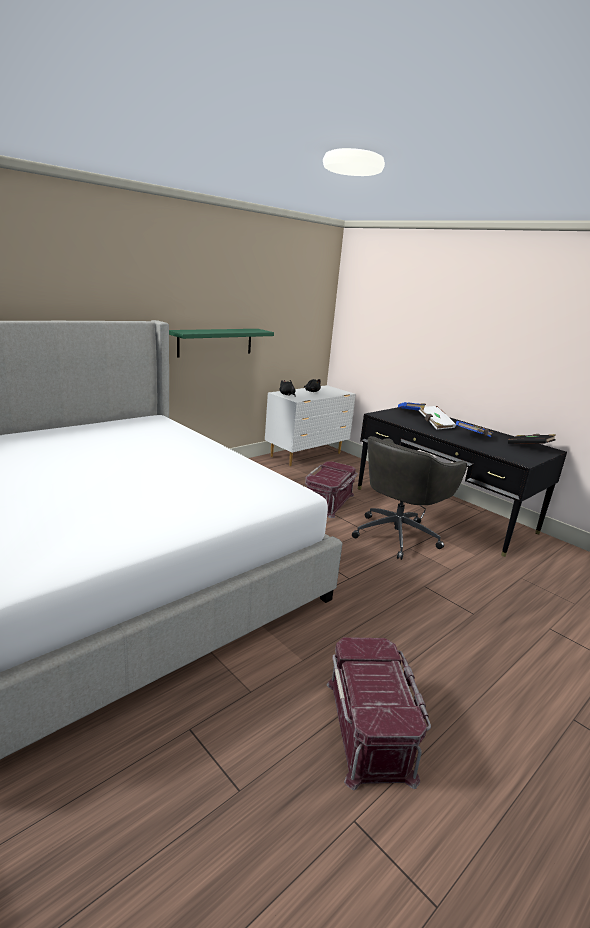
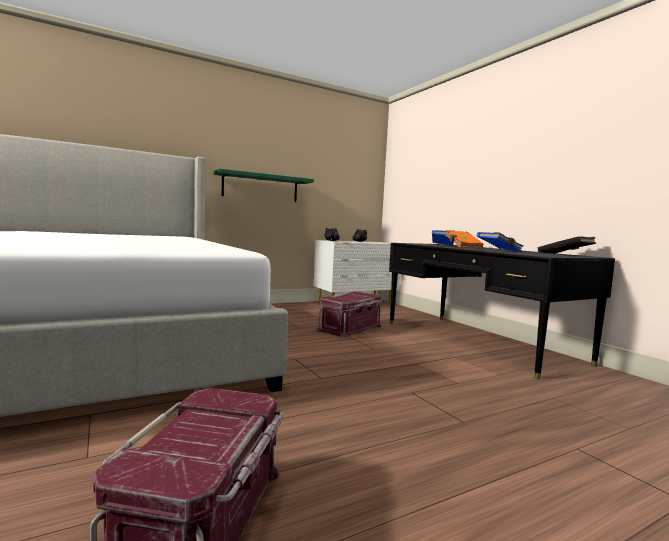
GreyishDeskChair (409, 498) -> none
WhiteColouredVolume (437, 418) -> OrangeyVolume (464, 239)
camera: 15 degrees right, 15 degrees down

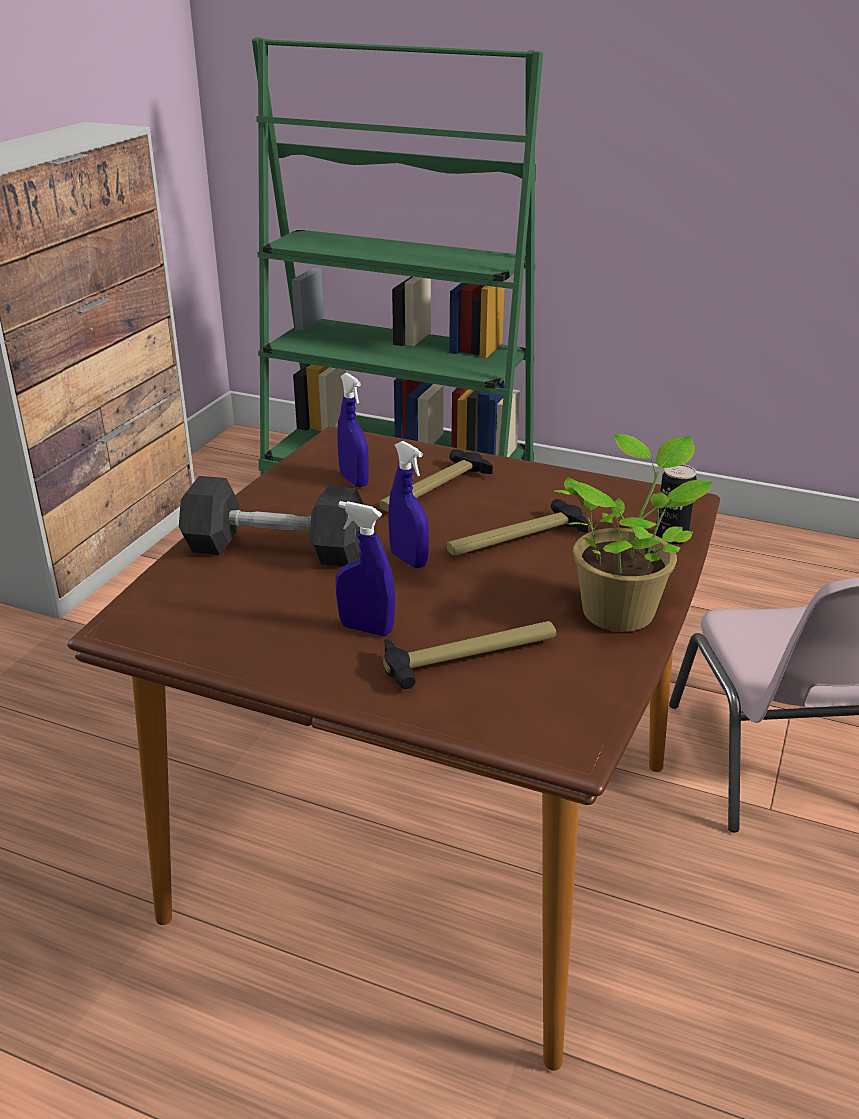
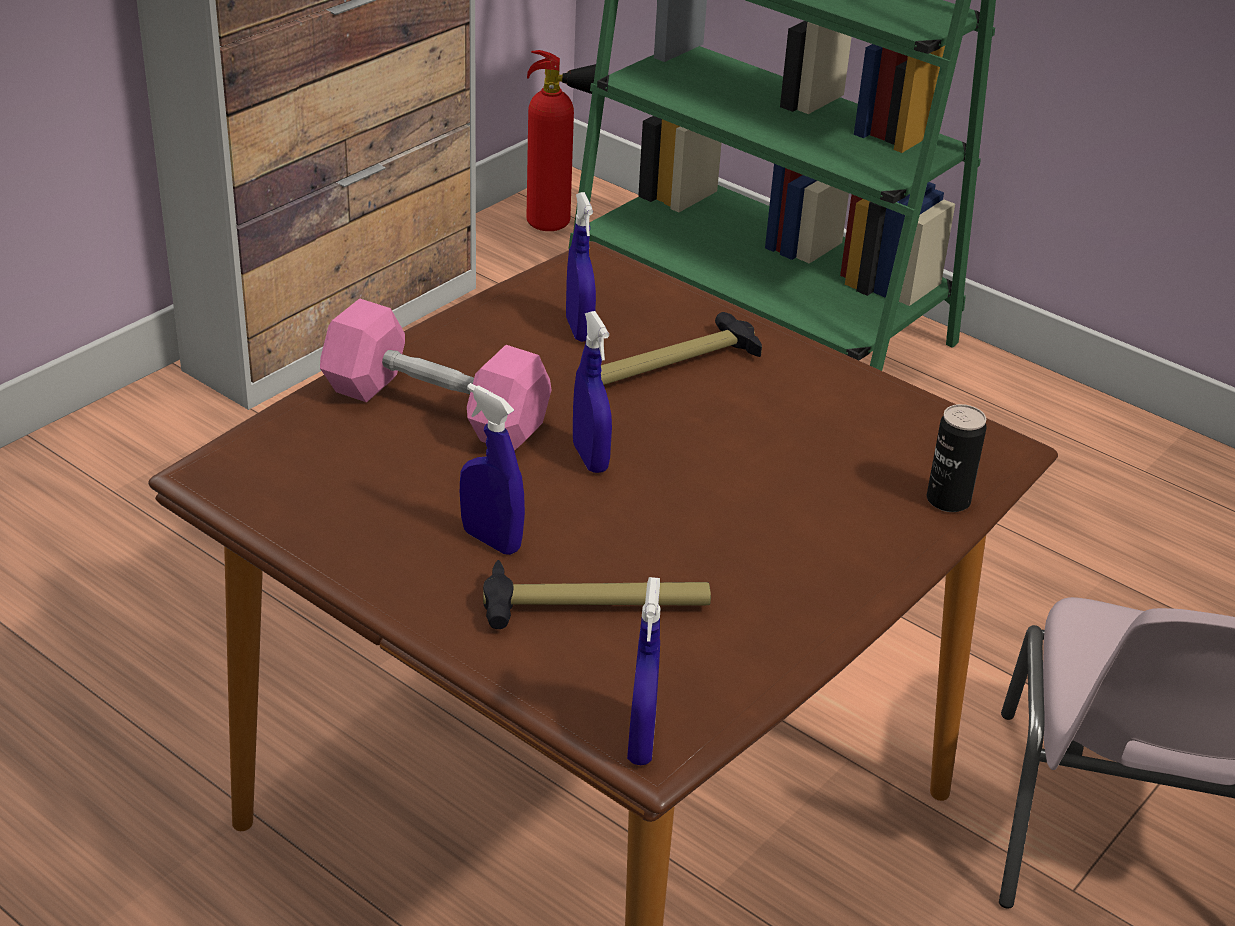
HandHammer (517, 527) -> none
PlantInAPot (633, 533) -> none
none -> FireExtinguisher (561, 140)
none -> BluishSprayBottle (643, 671)
GreyishDumbbell (271, 521) -> PinkishDumbbell (435, 374)
camera: 15 degrees right, 5 degrees up

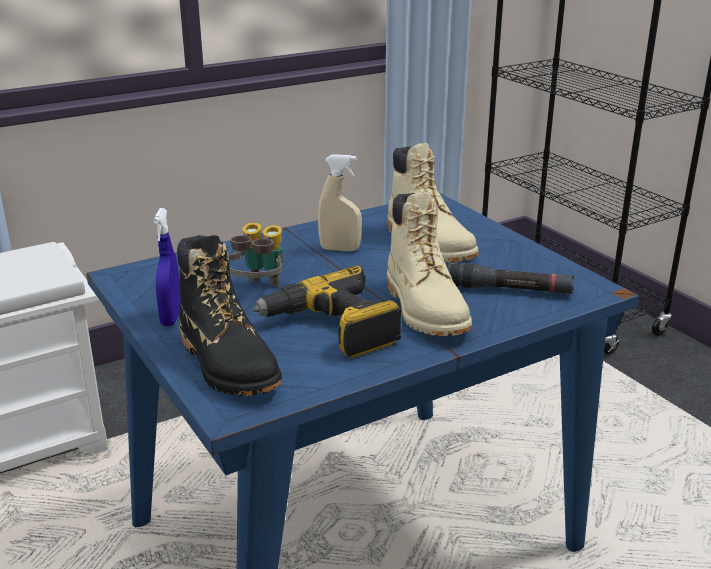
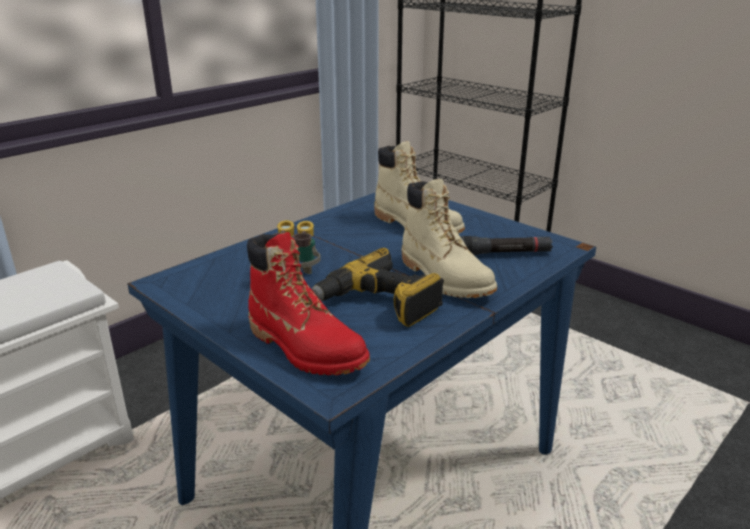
BluishSprayBottle (167, 267) -> none
SandColouredSprayBottle (340, 203) -> none
BlackHighTopBoot (229, 315) -> ReddishHighTopBoot (308, 303)
camera: 15 degrees left, 0 degrees up

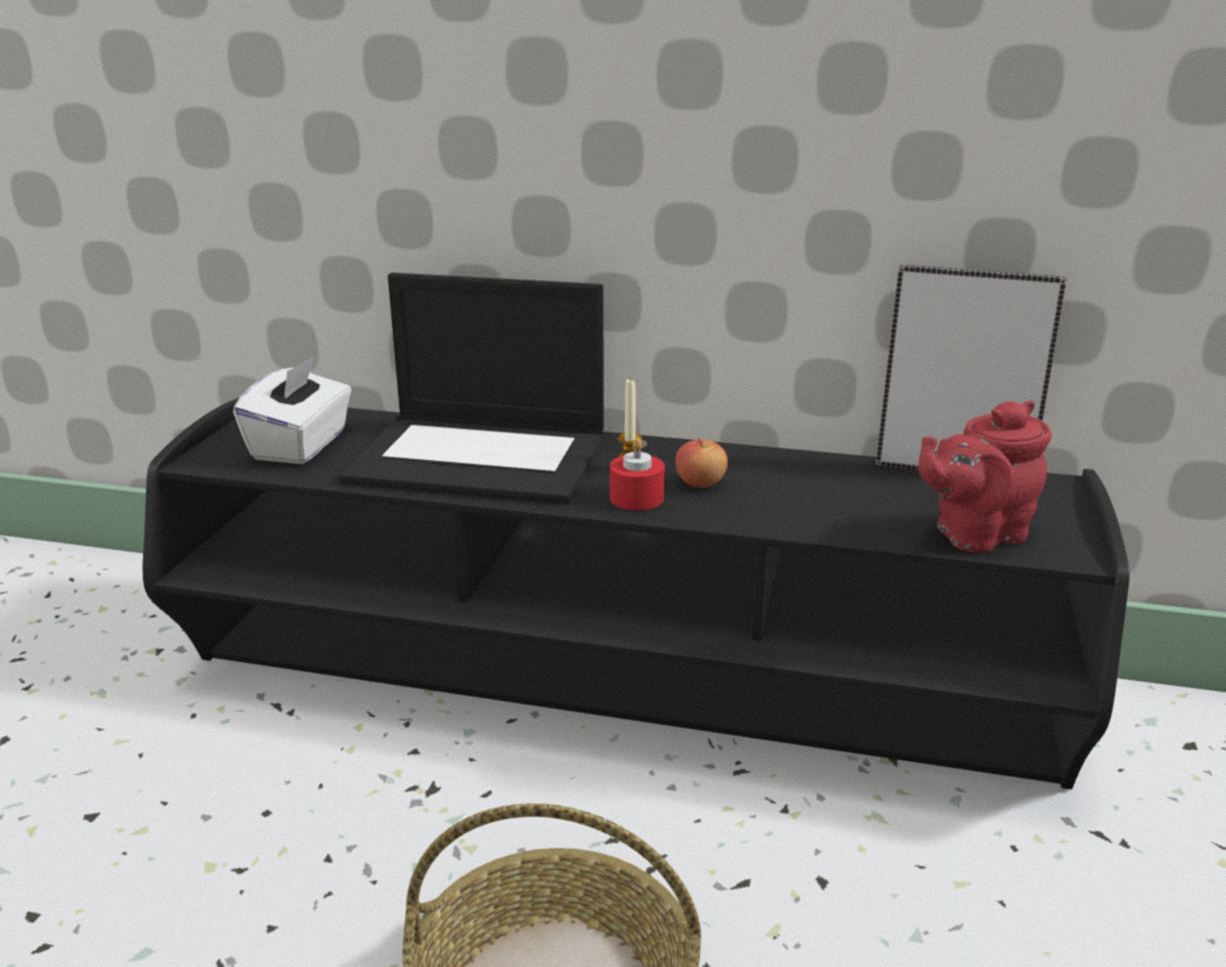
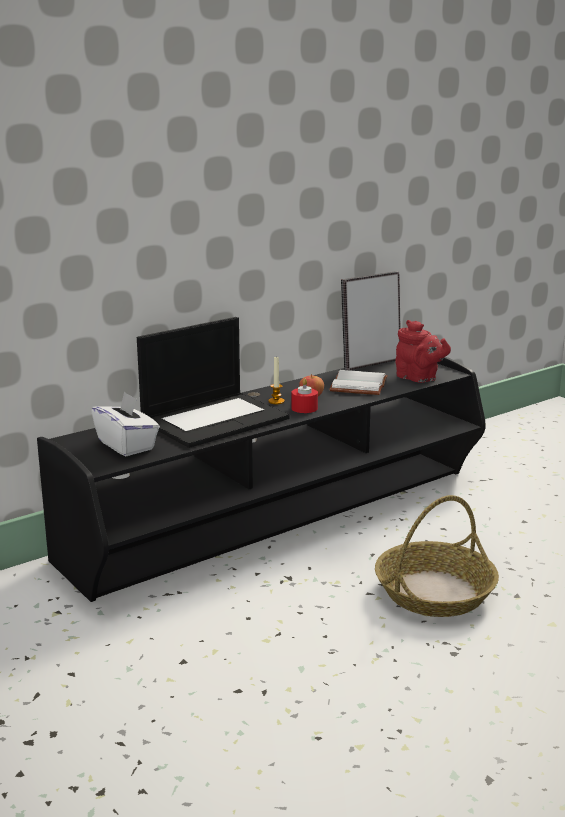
none -> WhiteColouredVolume (358, 382)
ReddishTeapot (985, 476) -> ReddishTeapot (423, 351), 60 degrees counterclockwise
camera: 50 degrees left, 5 degrees down

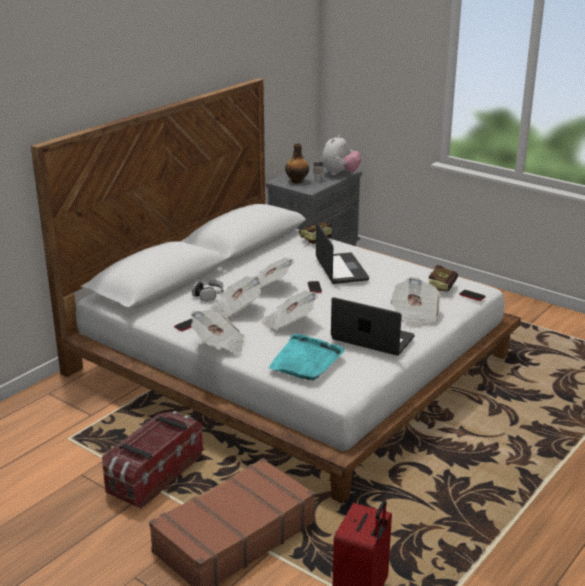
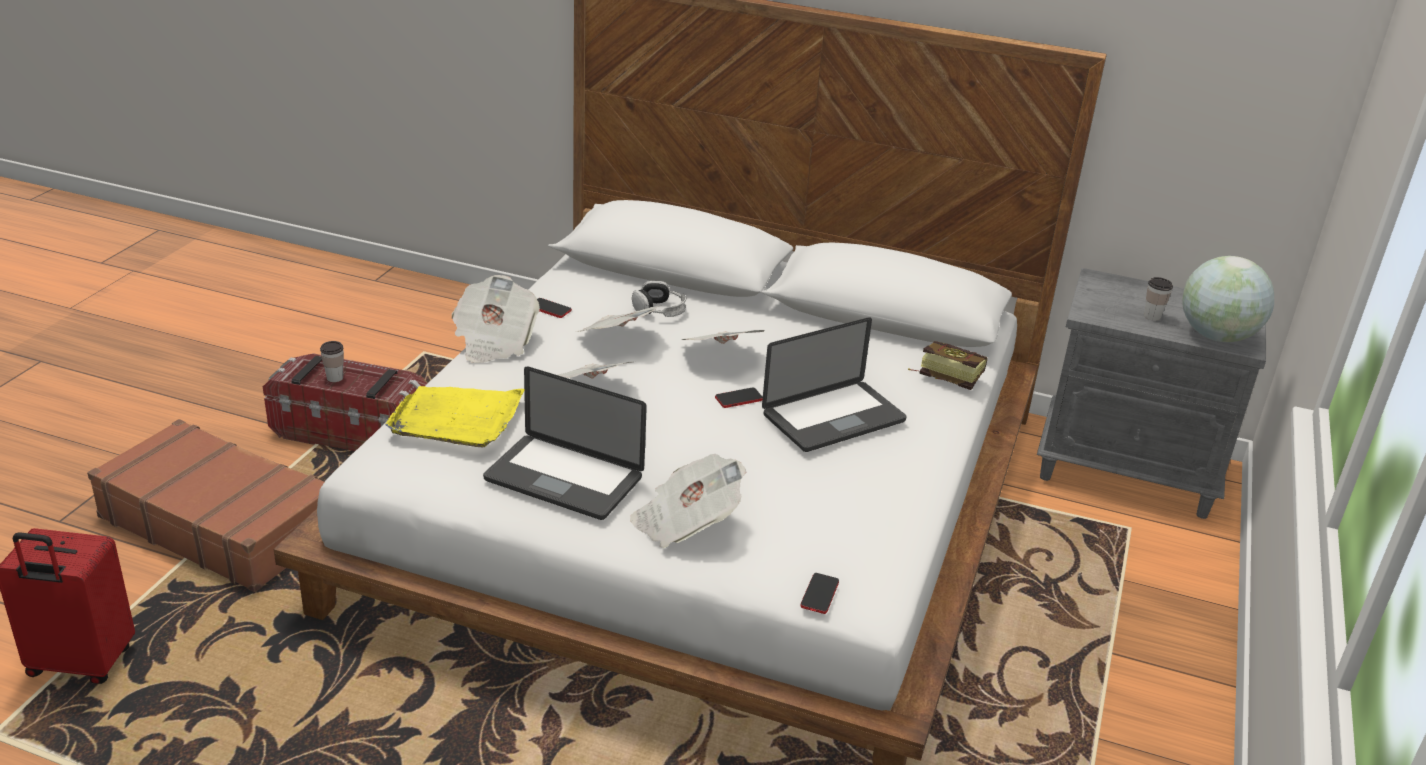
Bottle (297, 163) -> none
Volume (443, 278) -> none
none -> Cup (332, 361)
PlushToy (342, 155) -> WorldGlobe (1228, 299)
TurquoiseColouredServingTray (306, 357) -> YellowServingTray (454, 416)
Laptop (373, 326) -> Laptop (565, 443), 105 degrees clockwise
camera: 70 degrees right, 5 degrees up

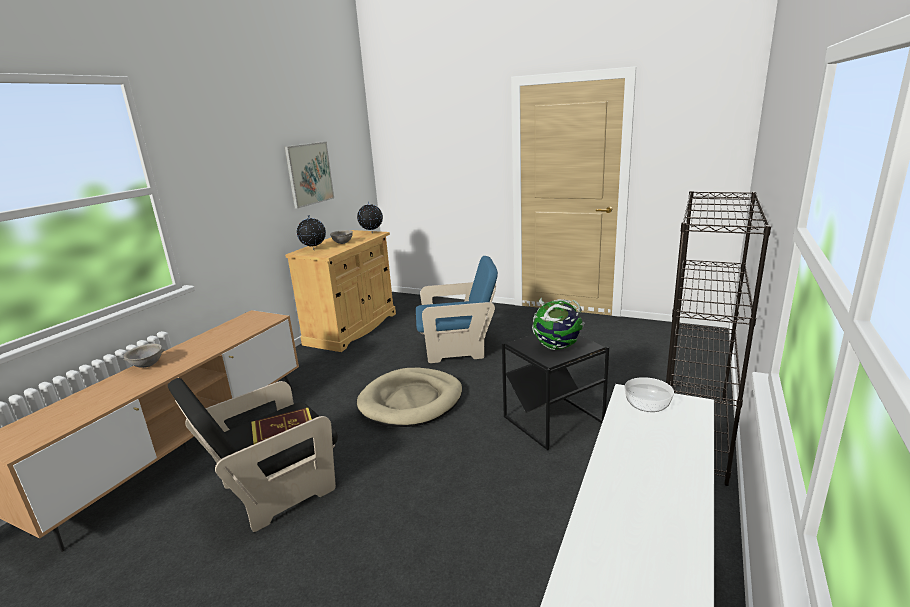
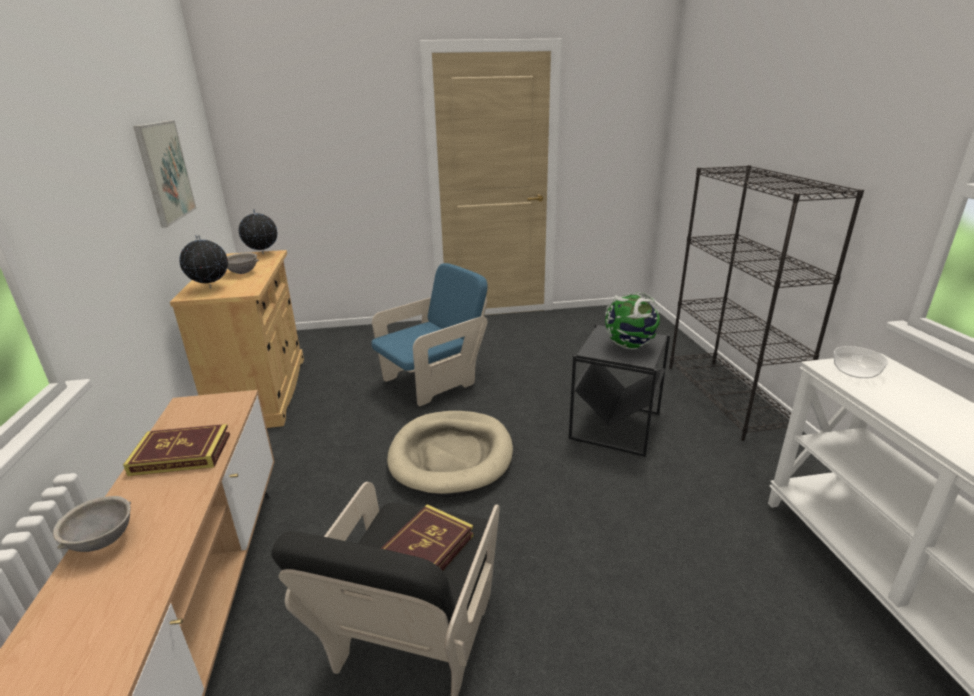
none -> Volume (176, 450)
camera: 35 degrees left, 5 degrees up

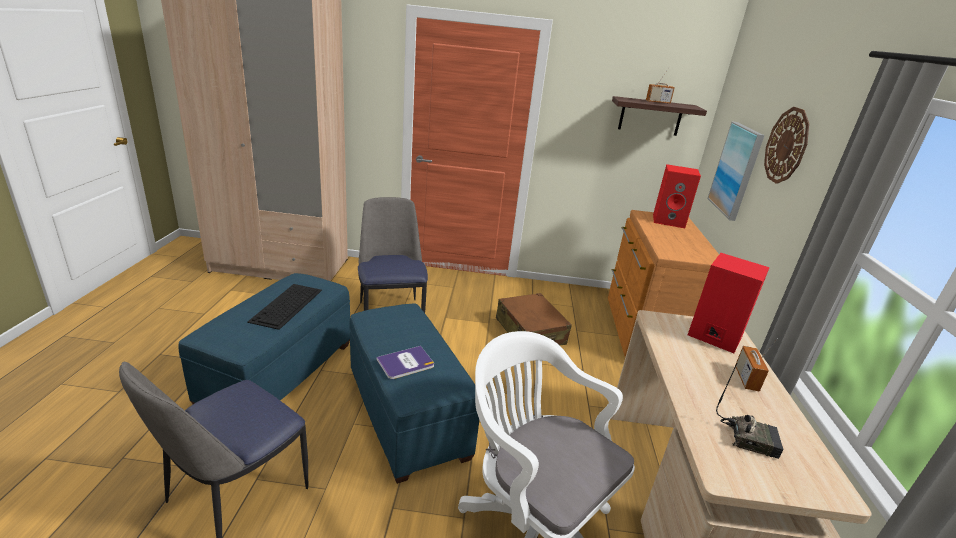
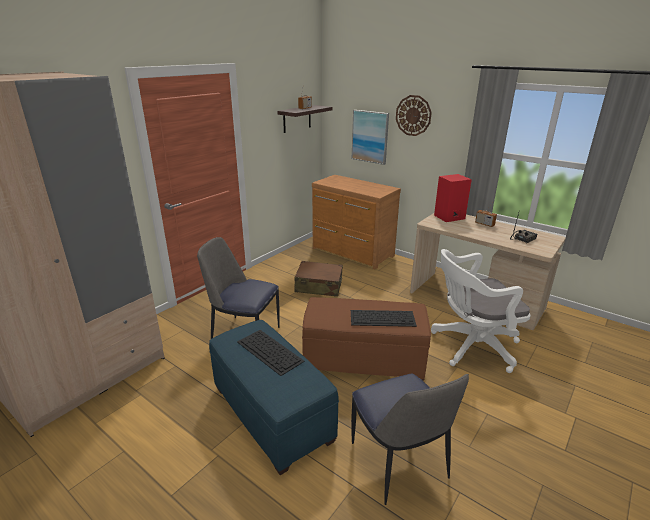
ReddishSpeaker (677, 196) -> none
Volume (405, 362) -> Keyboard (384, 318)
BluishOttoman (414, 393) -> BrownOttoman (366, 339)
camera: 55 degrees left, 0 degrees up

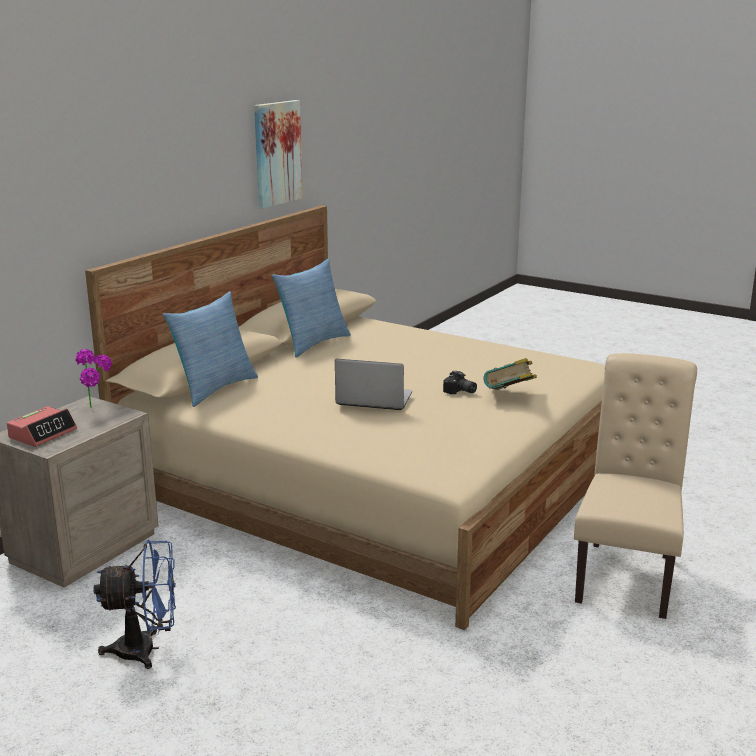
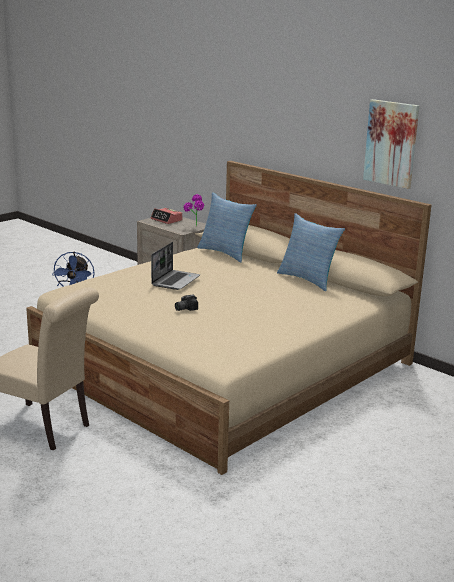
Volume (510, 374) -> none
camera: 100 degrees right, 0 degrees up

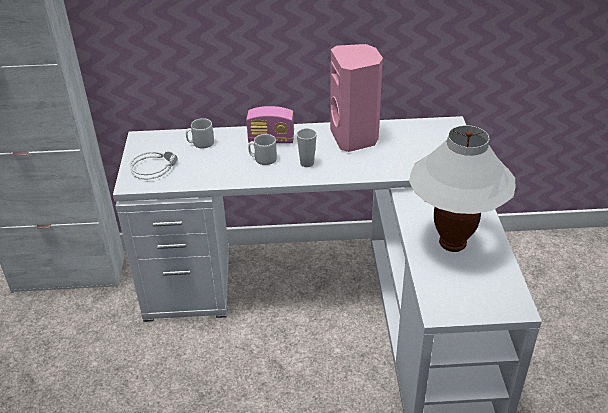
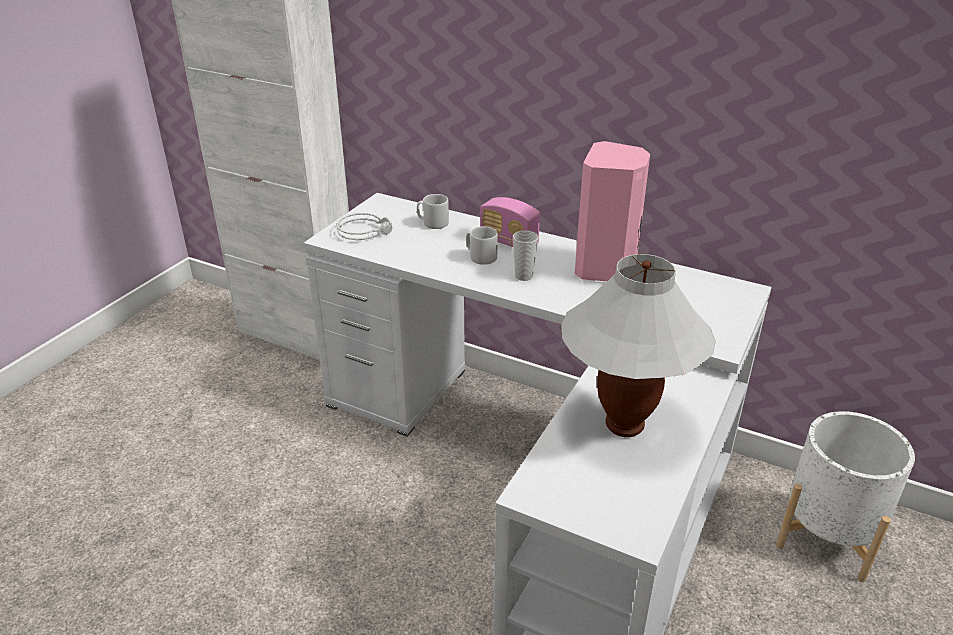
none -> WhiteColouredPlanter (845, 496)
camera: 30 degrees right, 5 degrees down

